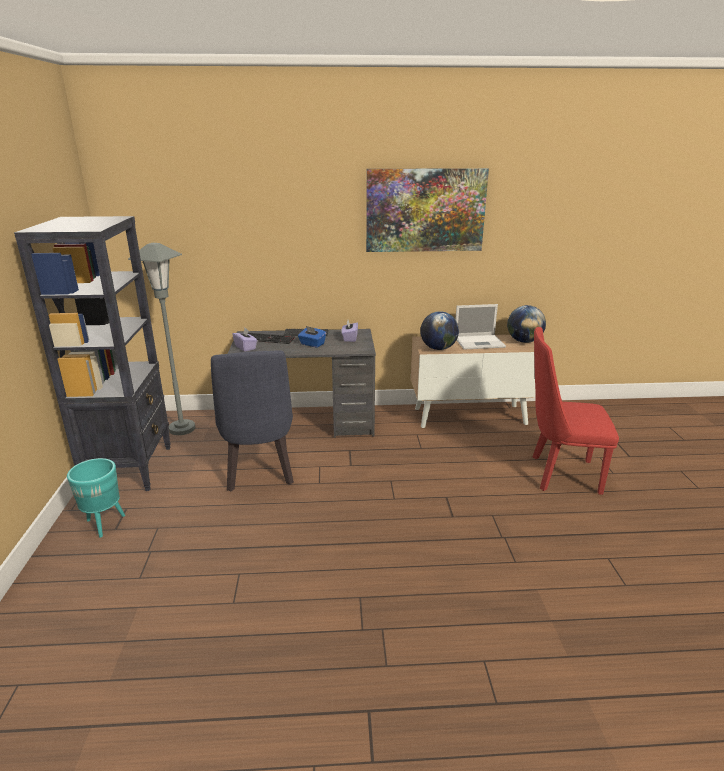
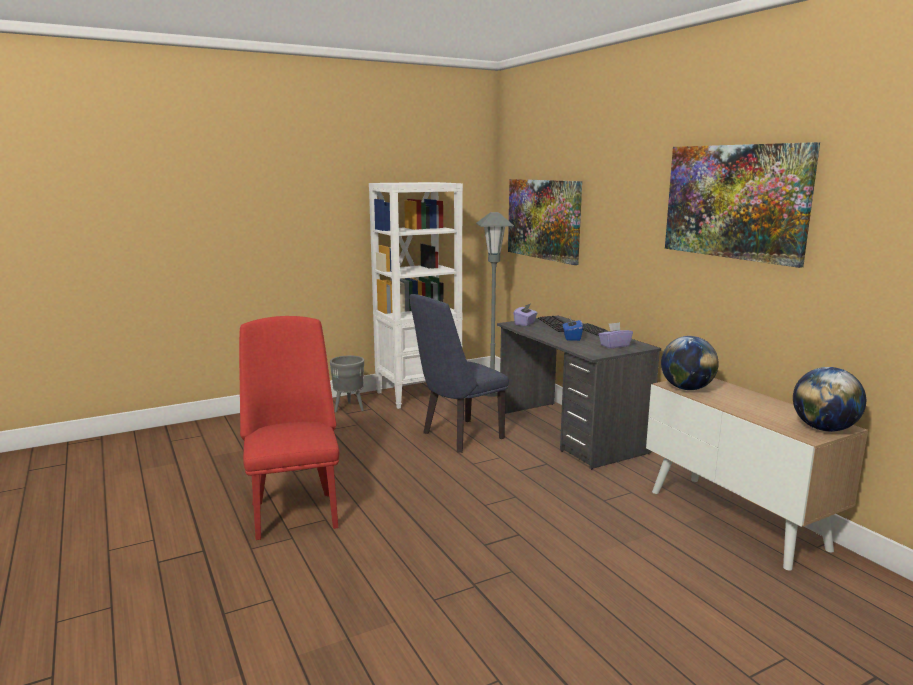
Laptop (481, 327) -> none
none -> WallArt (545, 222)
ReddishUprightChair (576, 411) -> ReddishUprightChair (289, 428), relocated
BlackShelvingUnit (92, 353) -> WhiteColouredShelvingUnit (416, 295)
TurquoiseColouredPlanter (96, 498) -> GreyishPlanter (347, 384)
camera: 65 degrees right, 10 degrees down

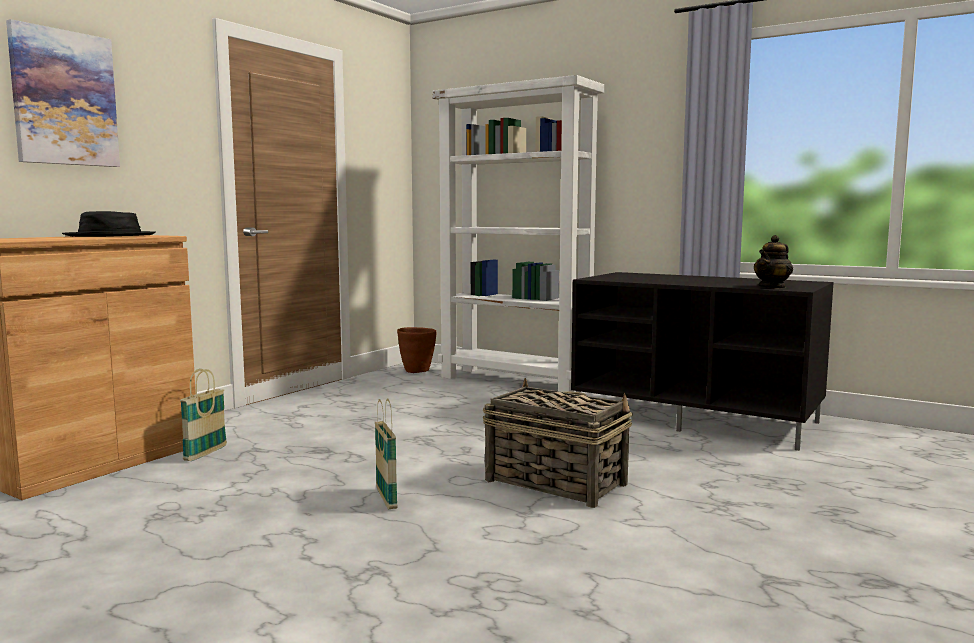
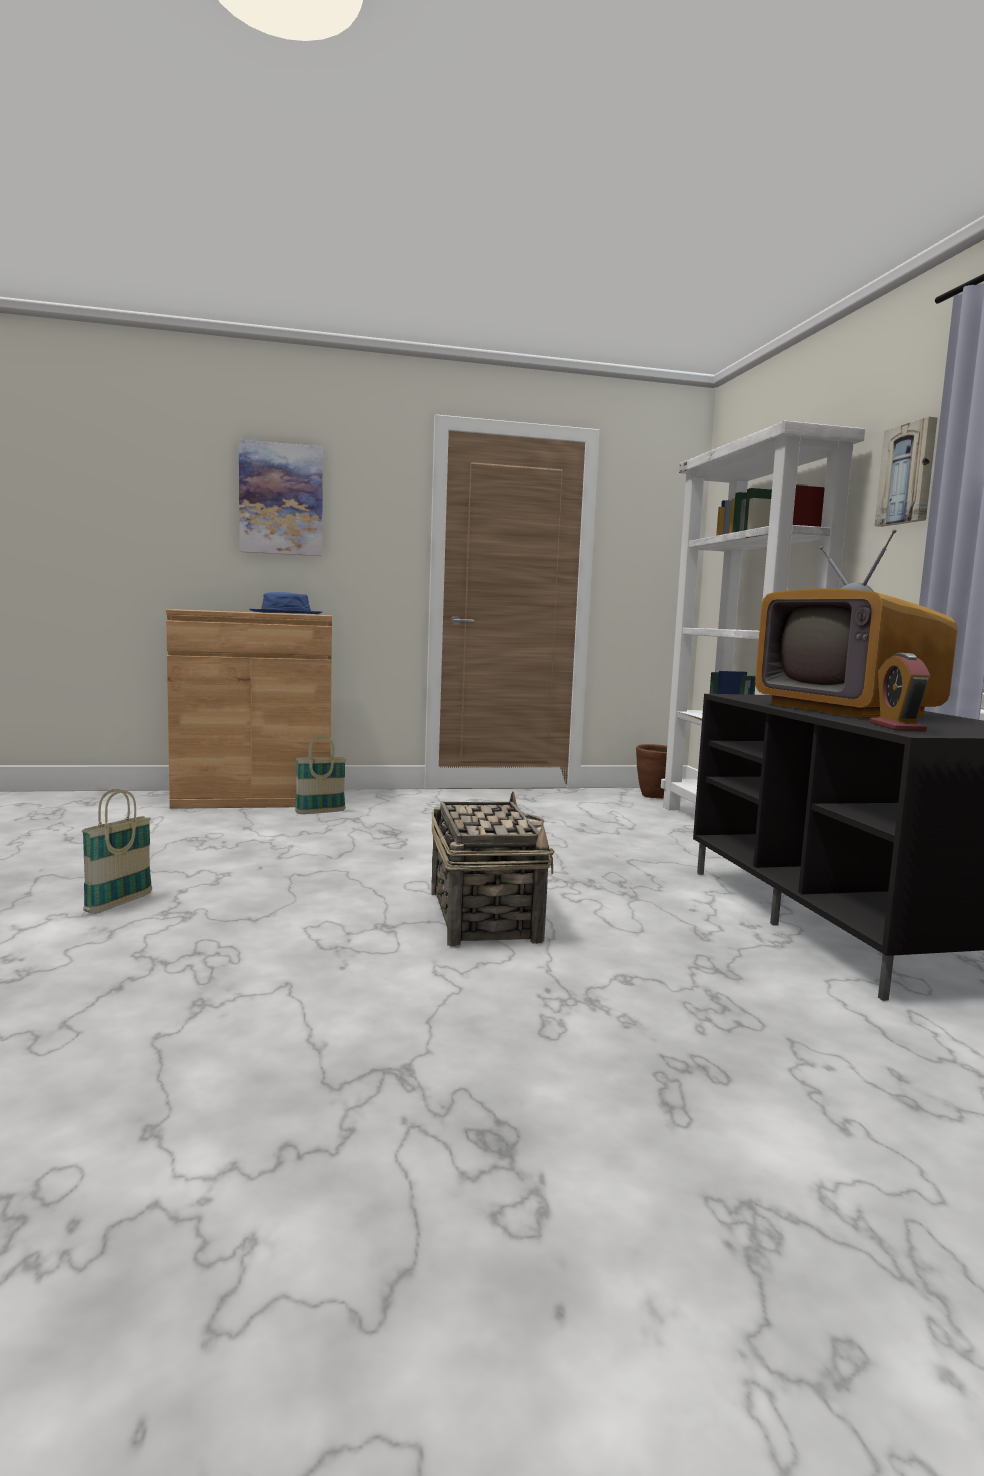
none -> TvSet (856, 623)
none -> WallArt (906, 472)
HouseholdBasket (386, 453) -> HouseholdBasket (117, 851), relocated
Teapot (773, 262) -> BedsideClock (900, 692)
BlackClothingHat (109, 224) -> BluishClothingHat (285, 603)
camera: 45 degrees right, 0 degrees up

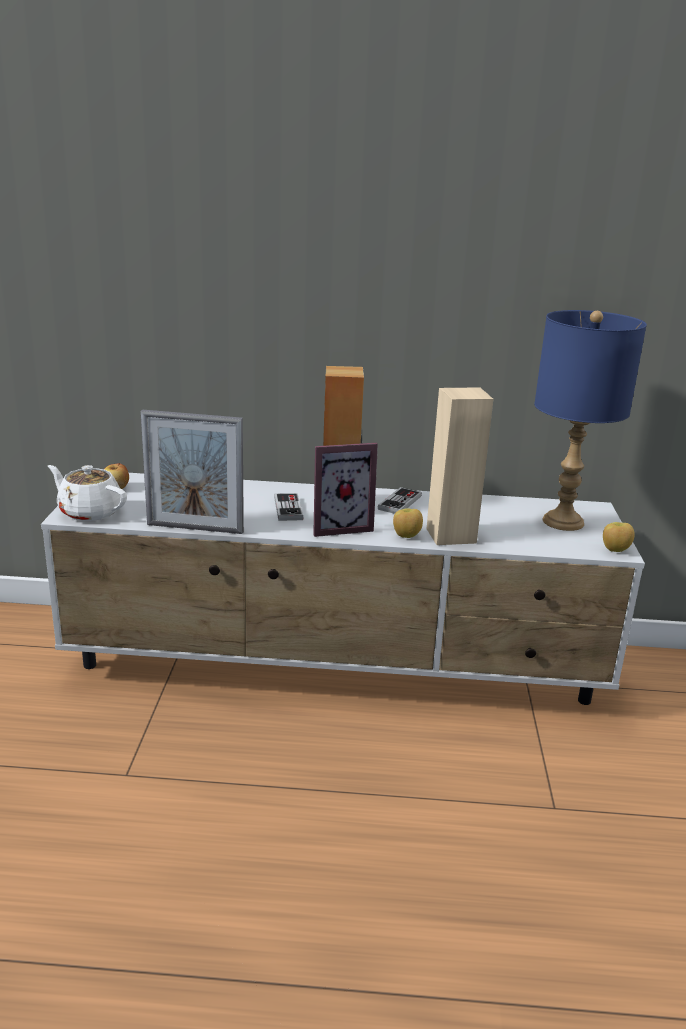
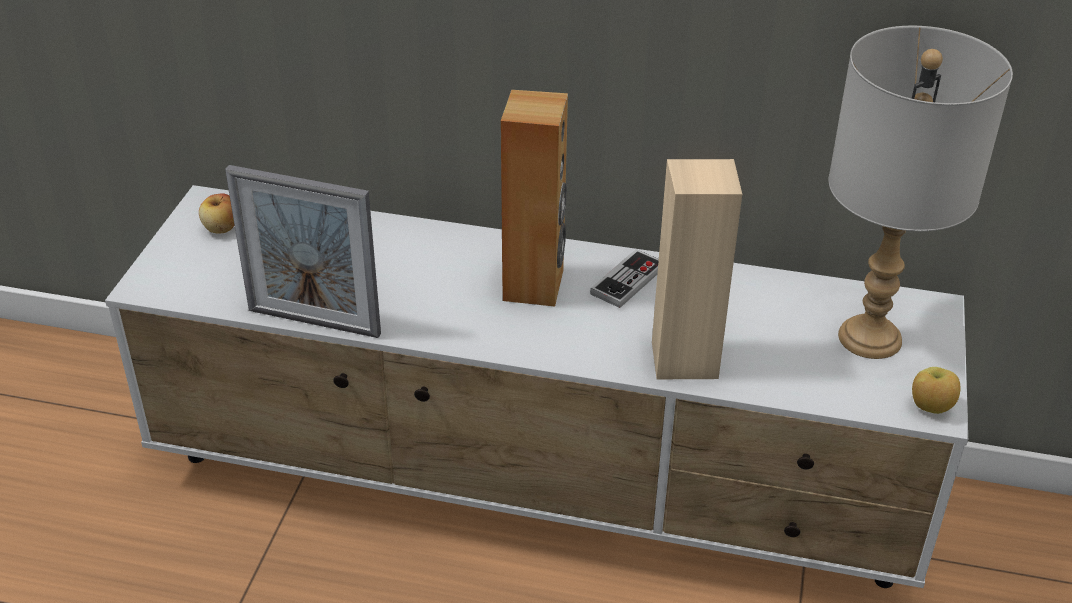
WhiteColouredTeapot (87, 493) -> none
Joypad (289, 507) -> none
StandingFrame (345, 490) -> none
WholeApple (408, 523) -> none
BluishTabletopLamp (590, 420) -> GreyishTabletopLamp (920, 192)
camera: 10 degrees right, 15 degrees up

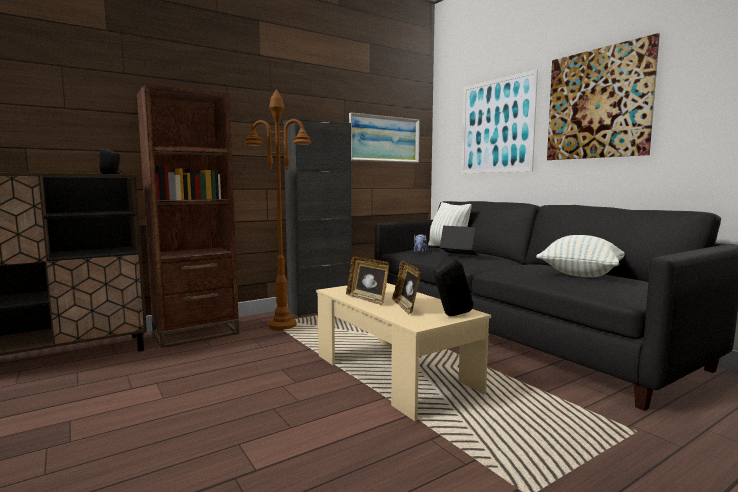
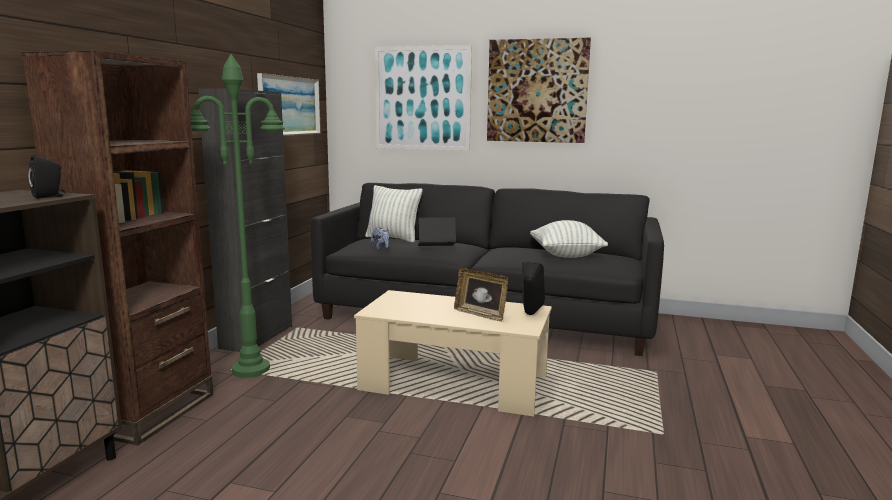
StandingFrame (367, 280) -> none
BrownStandingLamp (278, 210) -> GreenStandingLamp (238, 216)
camera: 40 degrees left, 5 degrees up

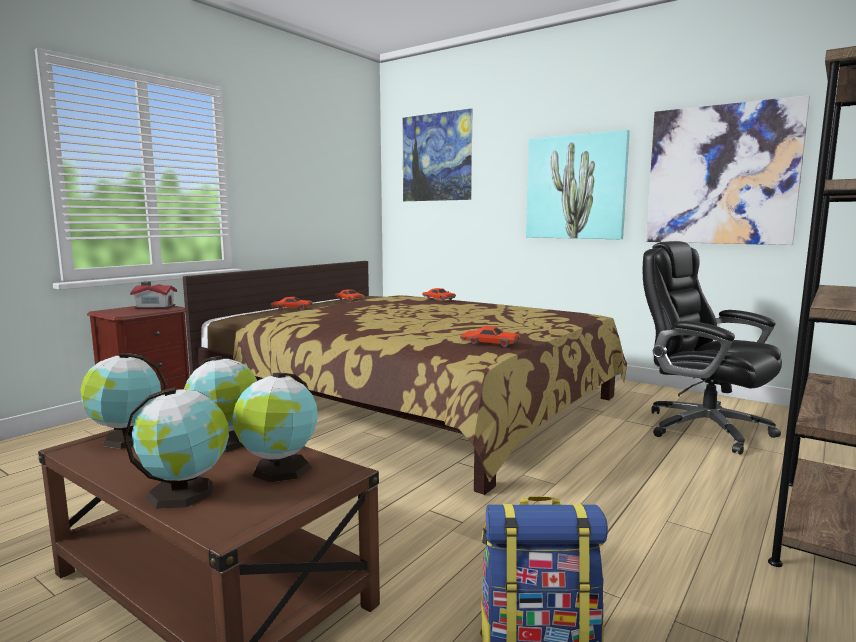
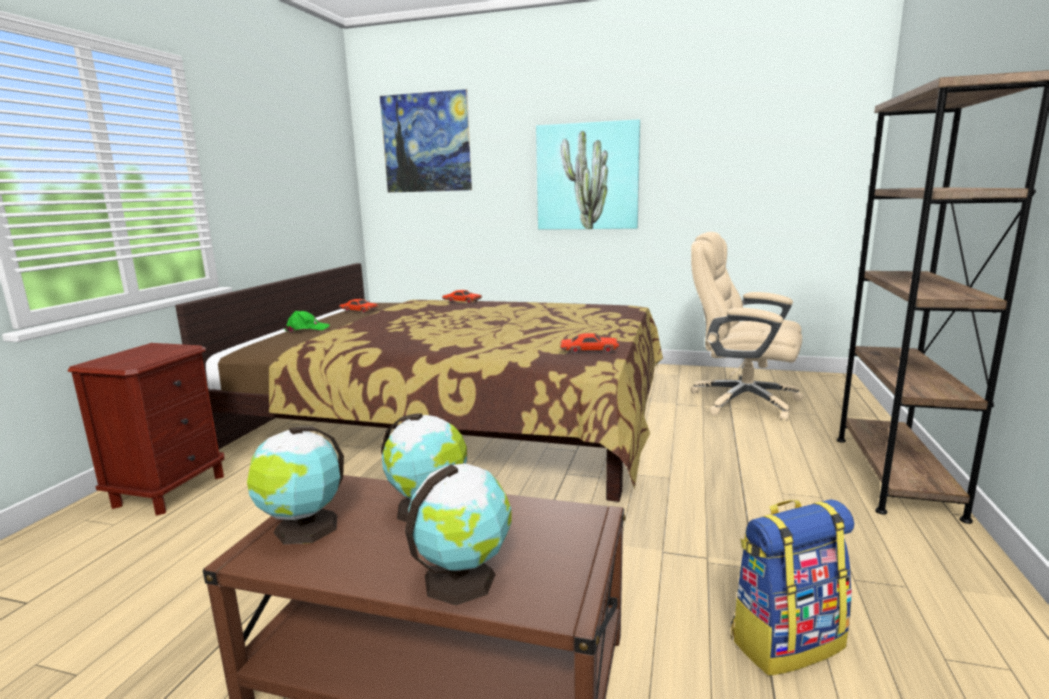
MiniatureHouse (153, 295) -> none
WorldGlobe (275, 427) -> none
WallArt (728, 170) -> none
ReddishModelCar (291, 303) -> GreenCap (307, 321)
BlackDeskChair (712, 348) -> SandColouredDeskChair (747, 326)
camera: 20 degrees left, 5 degrees up

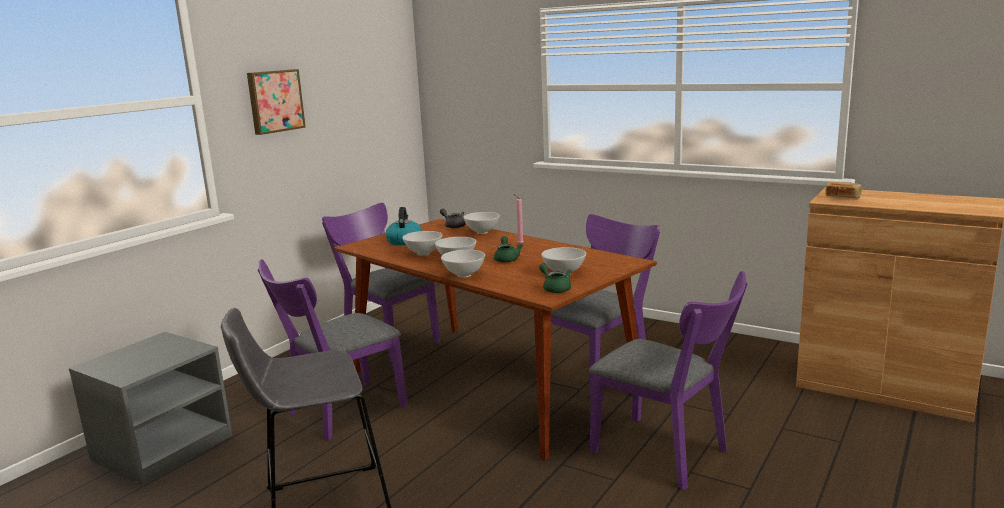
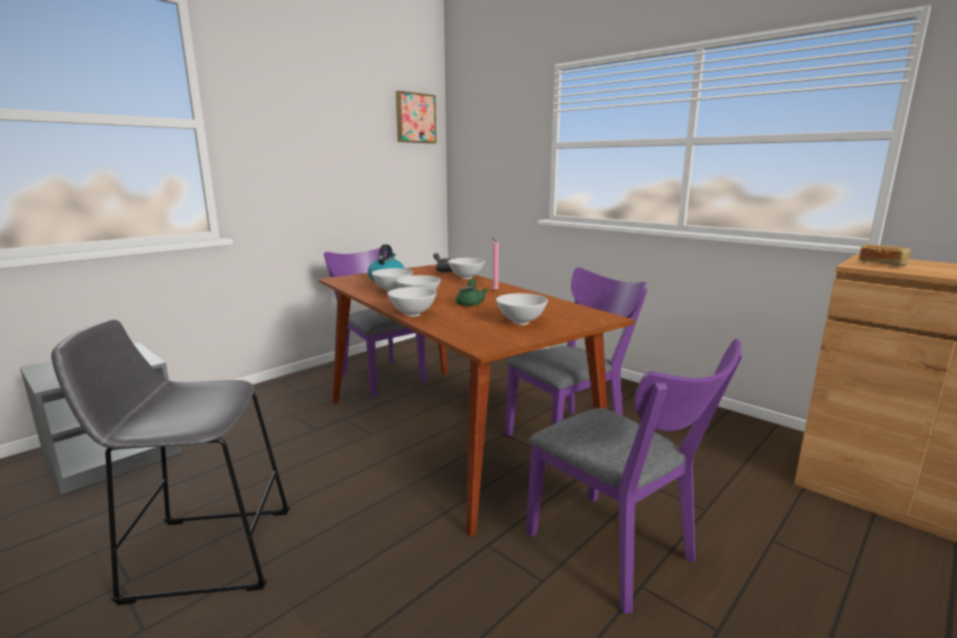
PurpleColouredUprightChair (333, 350) -> none
GreenTeapot (555, 278) -> none
WallArt (276, 102) -> WallArt (416, 117), relocated
camera: 10 degrees right, 0 degrees up

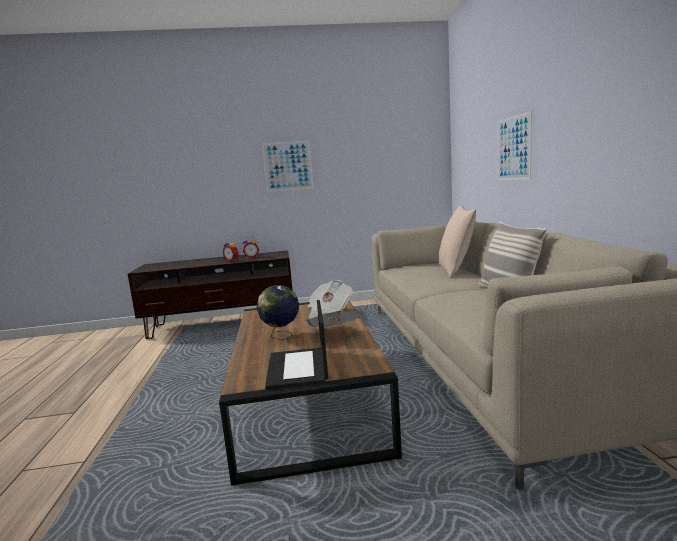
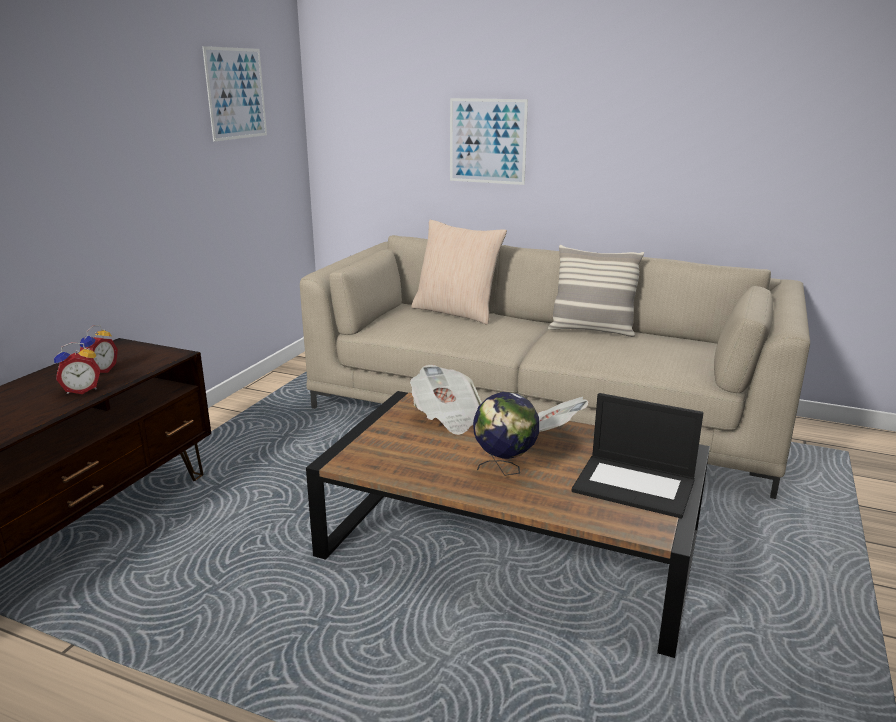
WallArt (288, 166) -> WallArt (234, 94), relocated
camera: 60 degrees left, 10 degrees up

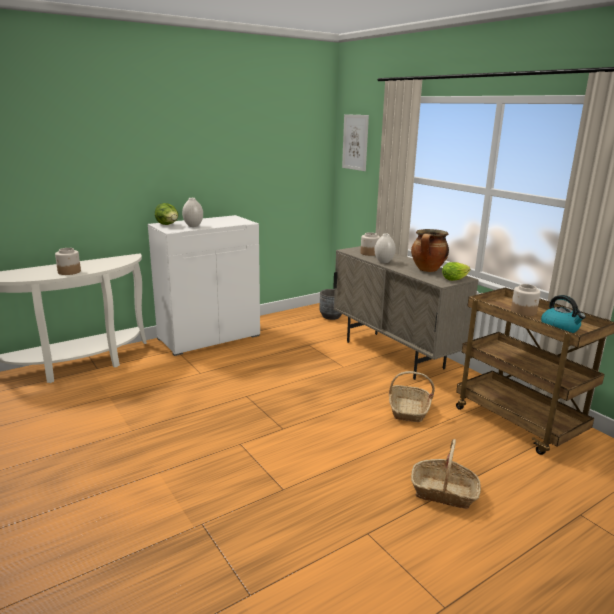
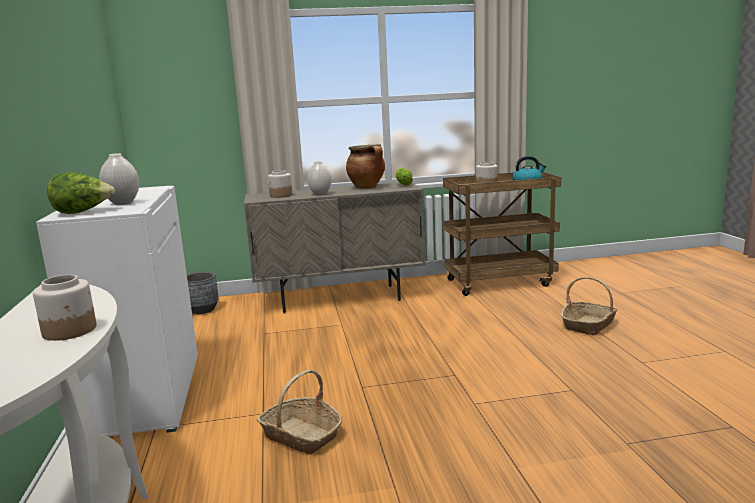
WallArt (355, 142) -> none
HouseholdBasket (412, 396) -> HouseholdBasket (299, 411), relocated
camera: 65 degrees left, 5 degrees down

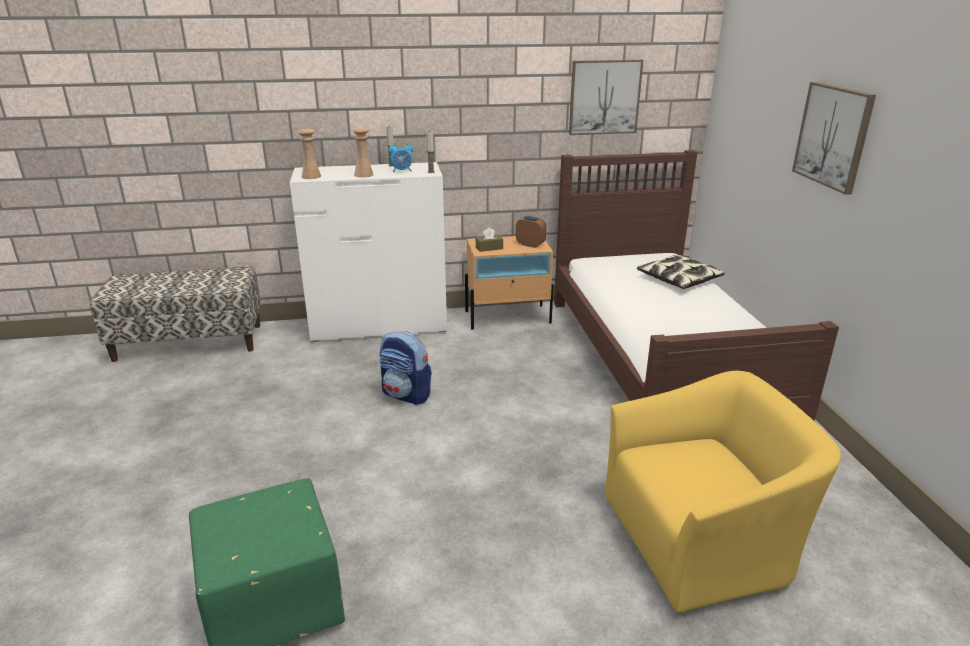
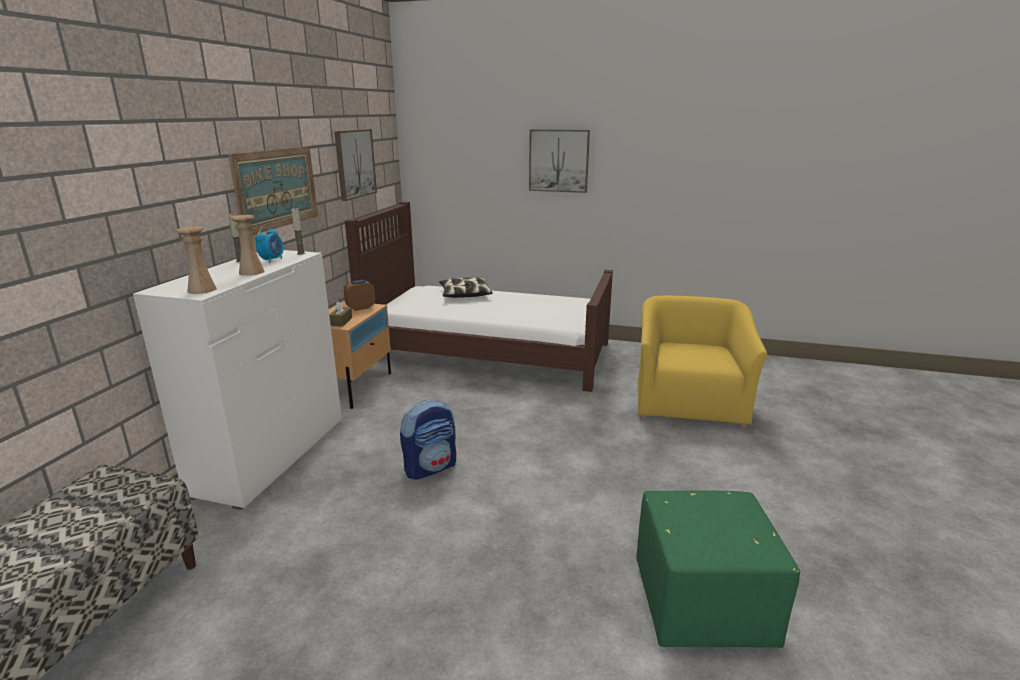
none -> WallArt (273, 190)
camera: 65 degrees left, 5 degrees down

